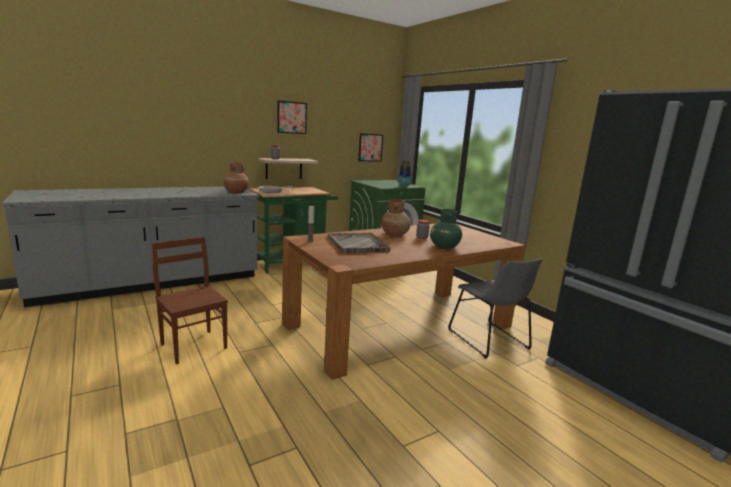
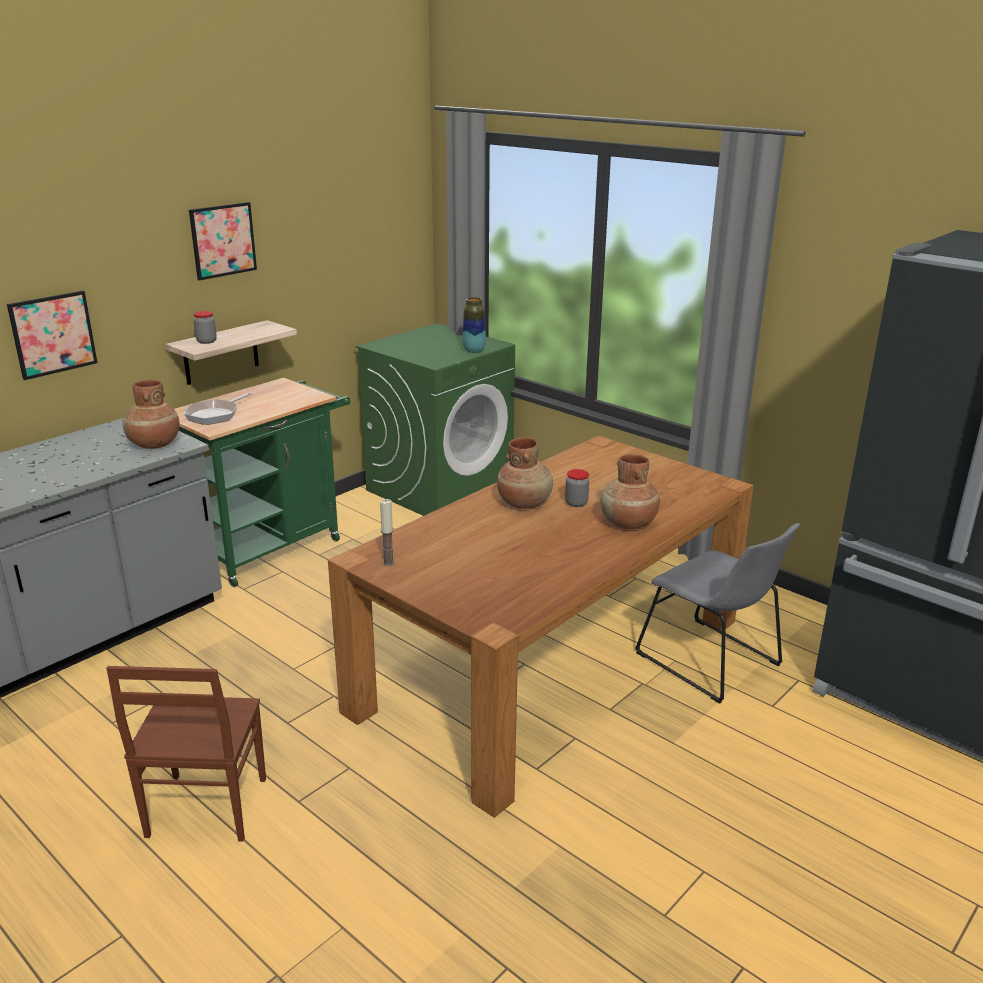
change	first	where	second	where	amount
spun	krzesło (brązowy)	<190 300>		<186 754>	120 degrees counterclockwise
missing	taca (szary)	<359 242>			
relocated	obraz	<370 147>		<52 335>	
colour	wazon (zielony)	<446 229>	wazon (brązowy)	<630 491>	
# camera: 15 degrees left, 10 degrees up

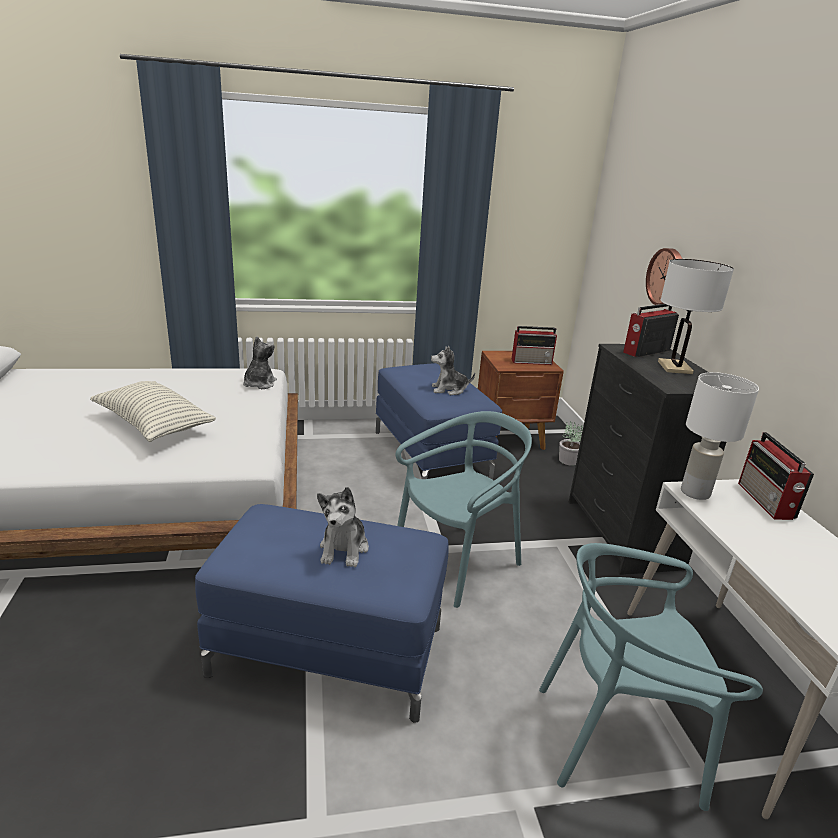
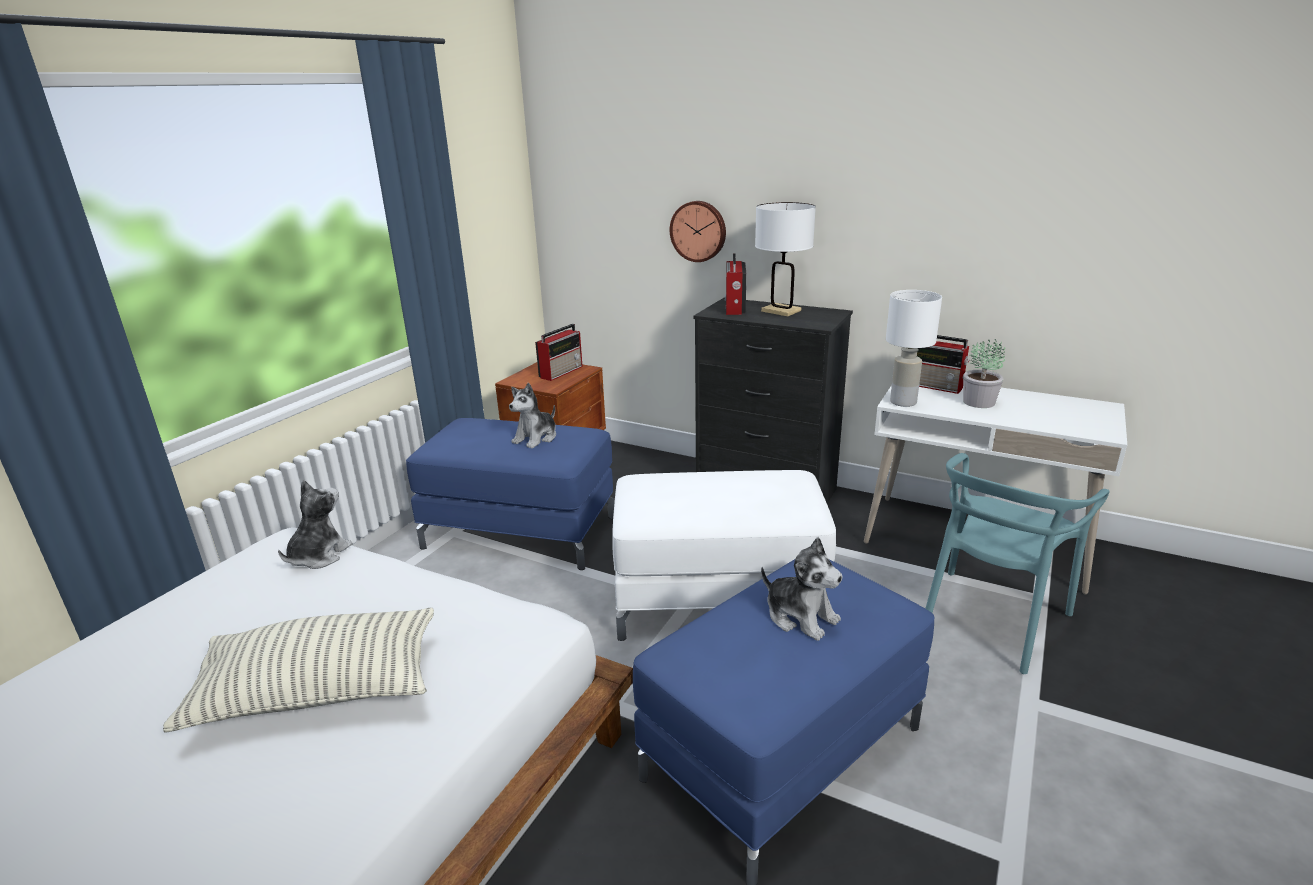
change	first	where	second	where	amount
spun	pluszak	<260 362>		<315 524>	60 degrees clockwise
exchanged	krzesło (turkusowy)	<464 509>	pufa (biały)	<724 555>	
relocated	roślina doniczkowa	<571 443>		<984 373>	
# camera: 50 degrees left, 0 degrees up

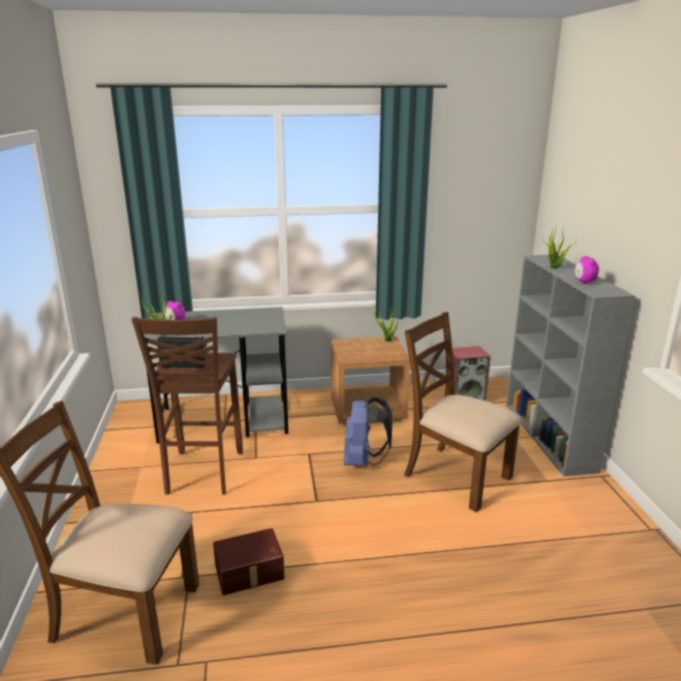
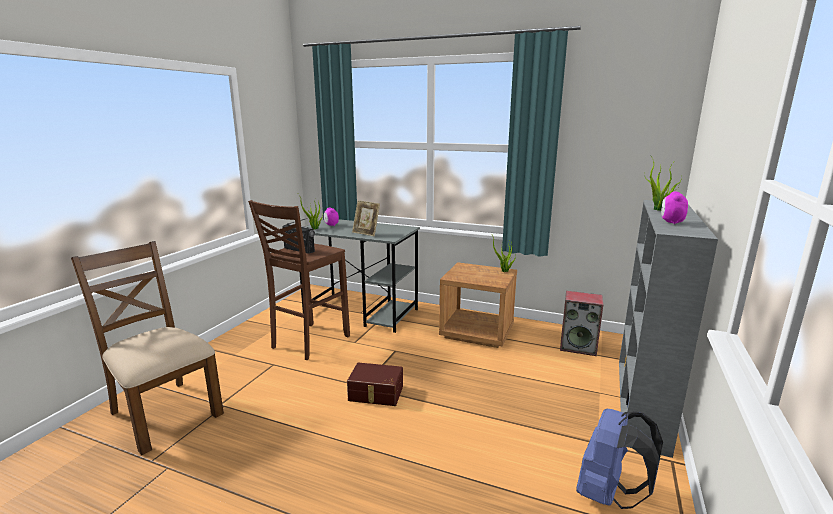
change	first	where	second	where	amount
relocated	pojemnik do przechowywania (brązowy)	<249 561>		<375 384>	
relocated	plecak (niebieski)	<368 431>		<619 459>	
missing	krzesło (brązowy)	<462 412>			
appeared			ramka na zdjęcie	<366 218>	
# camera: 30 degrees right, 5 degrees down

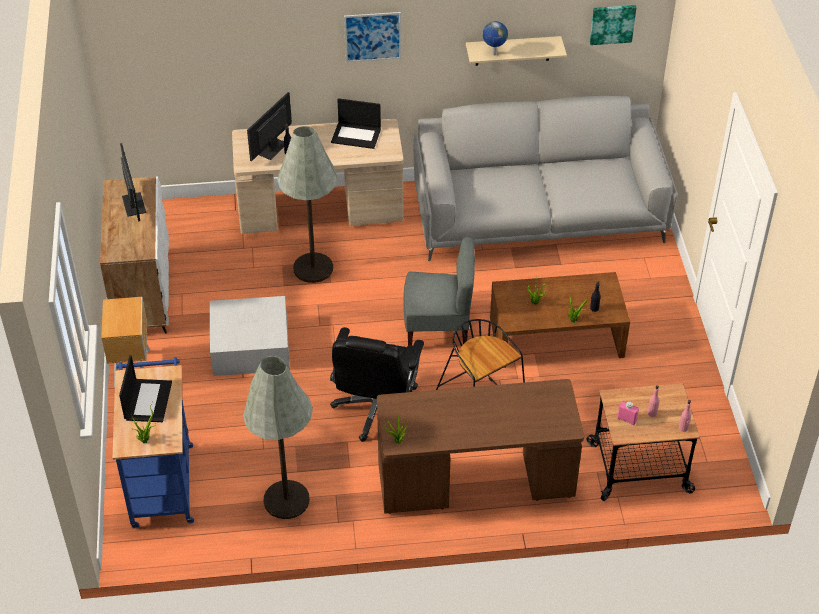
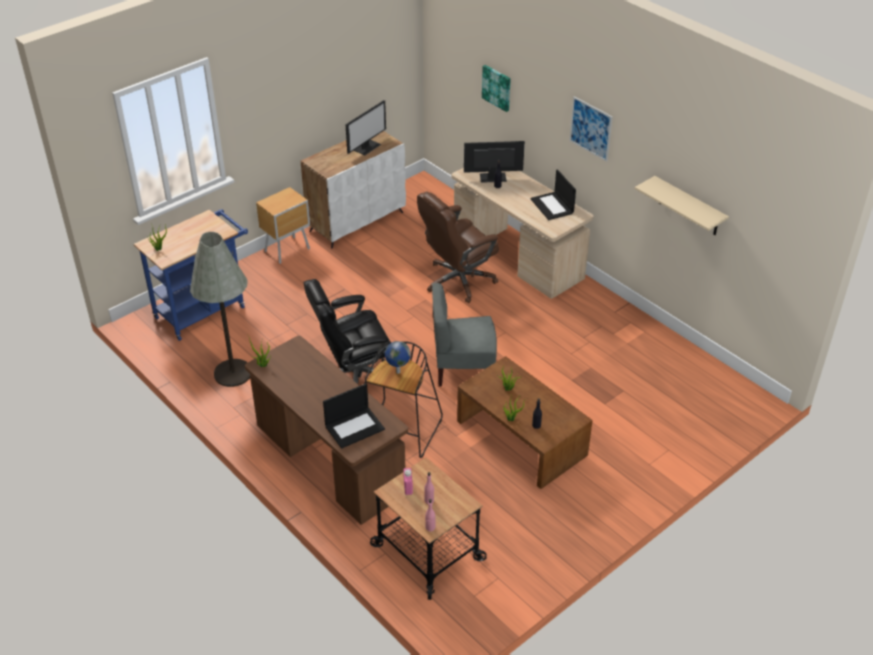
change	first	where	second	where	amount
relocated	laptop	<145 388>		<354 416>	
missing	pojemnik do przechowywania (biały)	<250 336>			
exchanged	lampa stojąca (szary)	<307 204>	krzesło biurowe (brązowy)	<458 247>	
spun	krzesło (szary)	<439 291>		<464 335>	120 degrees clockwise
missing	kanapa (szary)	<545 178>			
relocated	globus	<495 38>		<398 357>	
relocated	obraz	<613 25>		<496 88>	
# camera: 55 degrees right, 5 degrees down

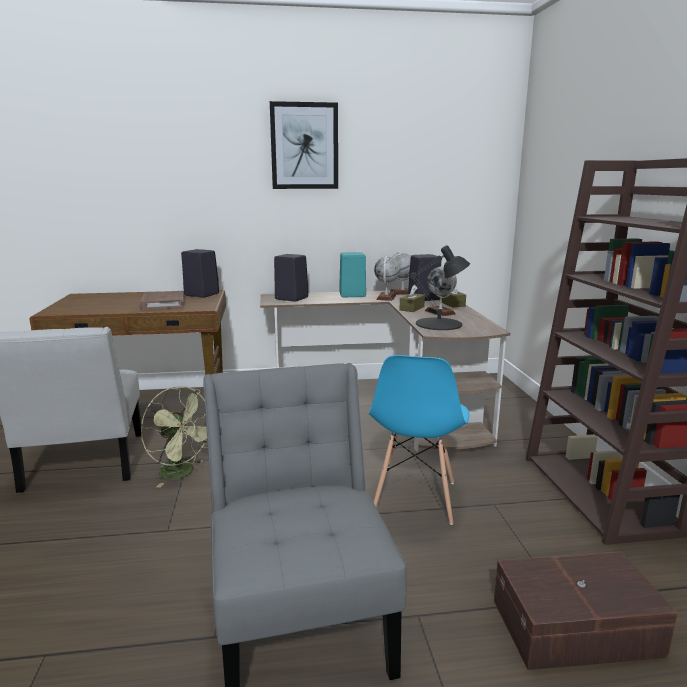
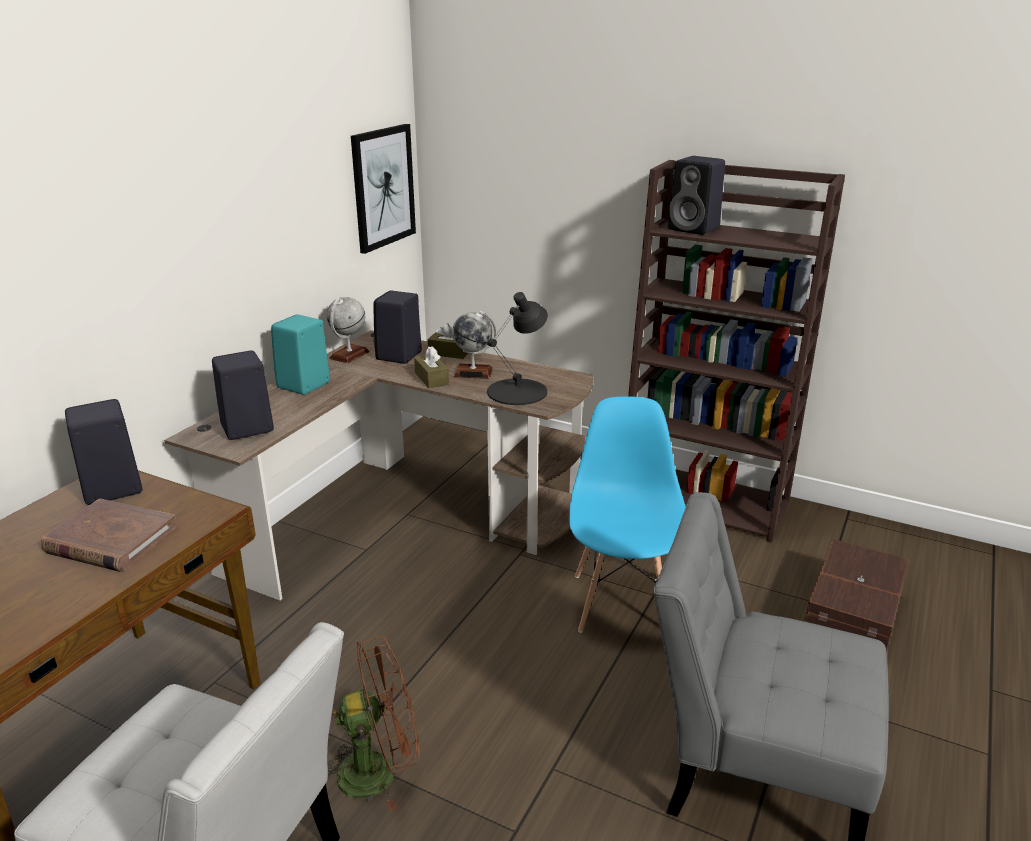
change	first	where	second	where	amount
colour	wentylator (zielony)	<174 437>	wentylator (brązowy)	<373 724>	
relocated	obraz	<304 145>		<383 189>	
spun	krzesło (niebieski)	<419 440>		<627 514>	135 degrees counterclockwise
missing	globus	<387 278>			
appeared			głośnik (czarny)	<696 195>	
# camera: 55 degrees left, 10 degrees up

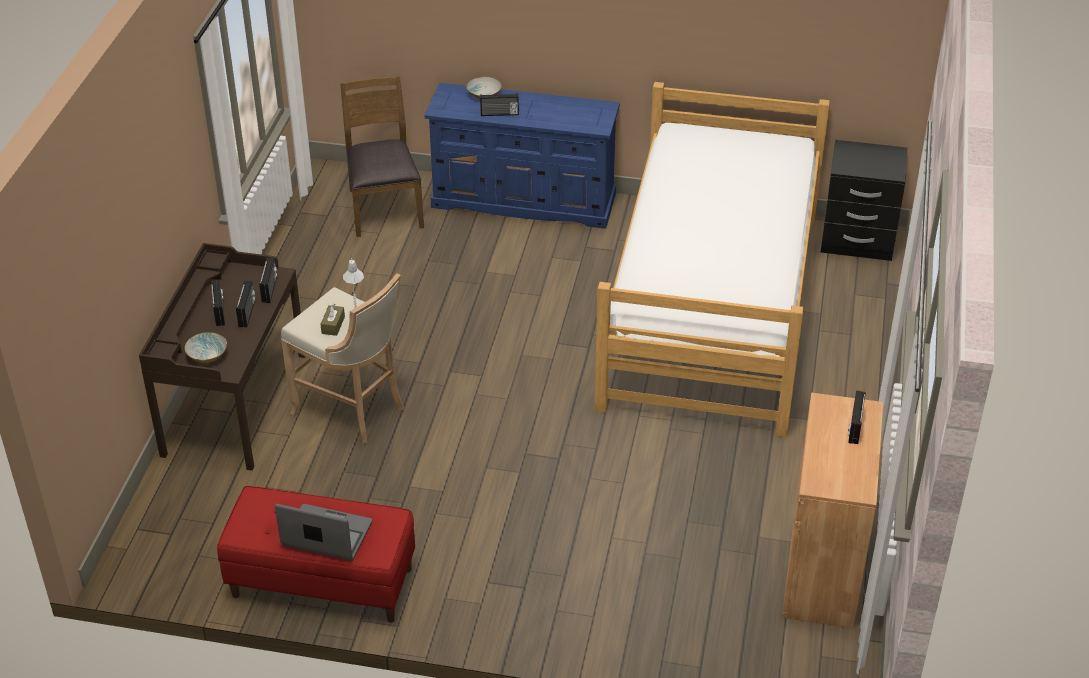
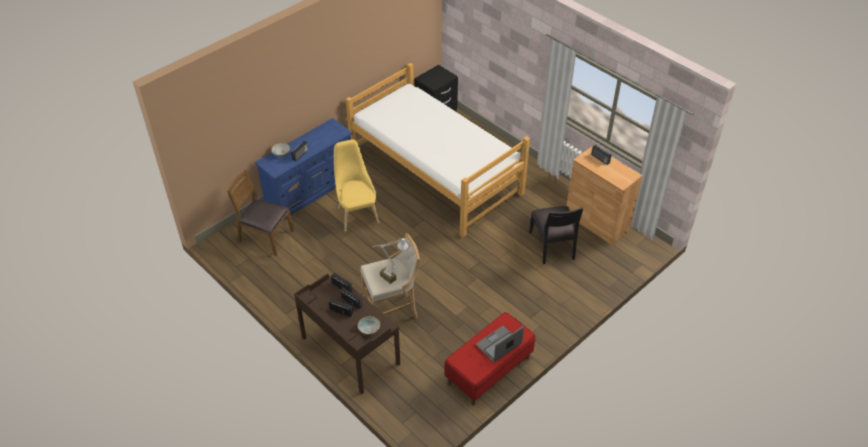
change	first	where	second	where	amount
appeared			krzesło (żółty)	<357 185>	
appeared			krzesło (czarny)	<556 235>	
# camera: 55 degrees left, 5 degrees up

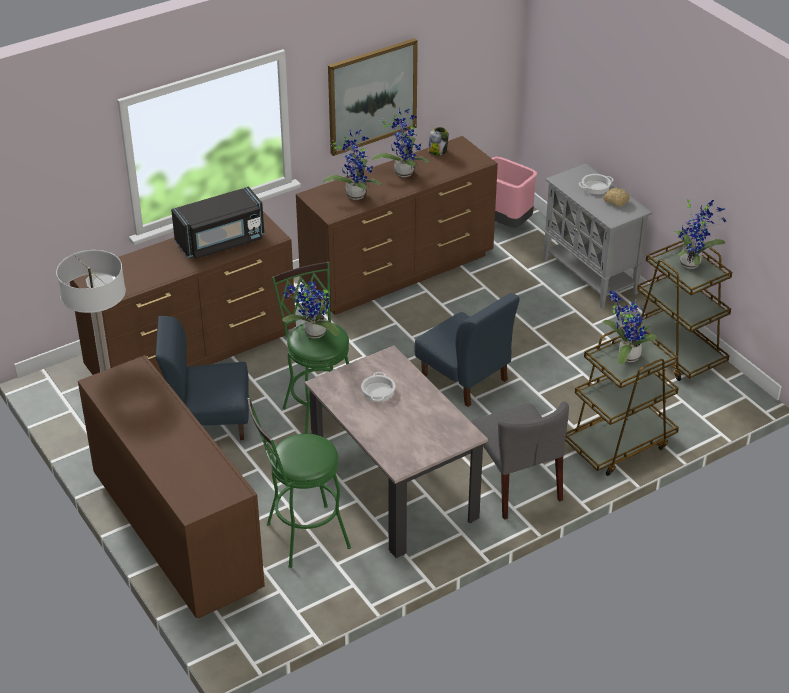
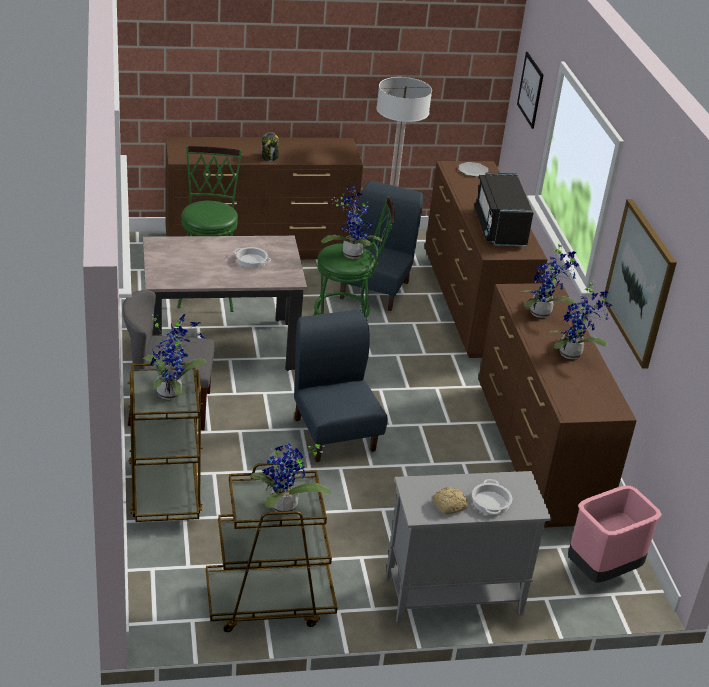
change	first	where	second	where	amount
spun	krzesło (niebieski)	<467 350>		<340 385>	90 degrees clockwise
relocated	słoik	<438 141>		<270 146>	
appeared			obraz	<530 90>	
# camera: 110 degrees right, 5 degrees down

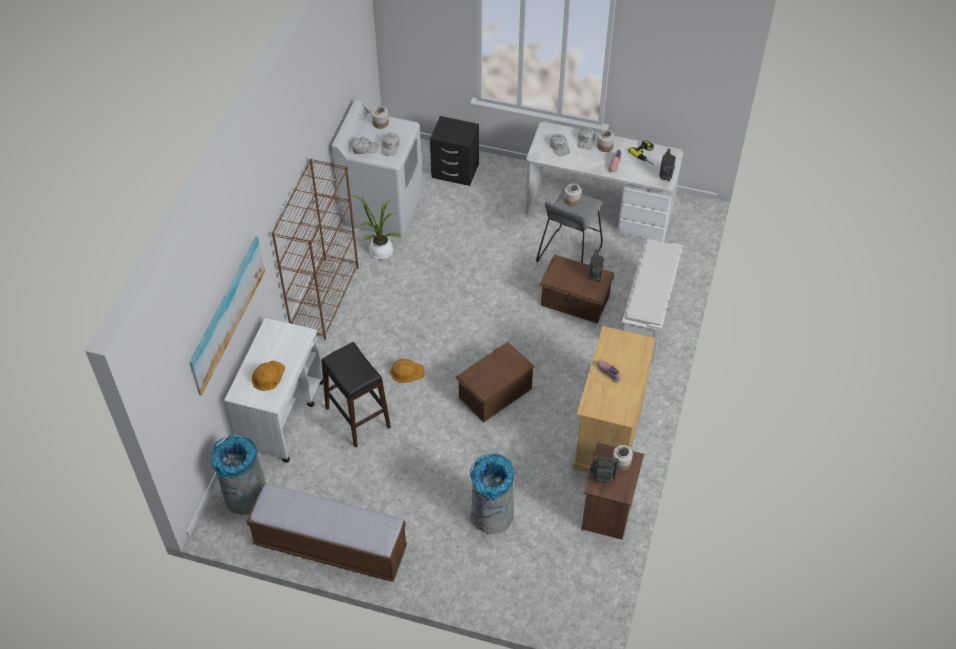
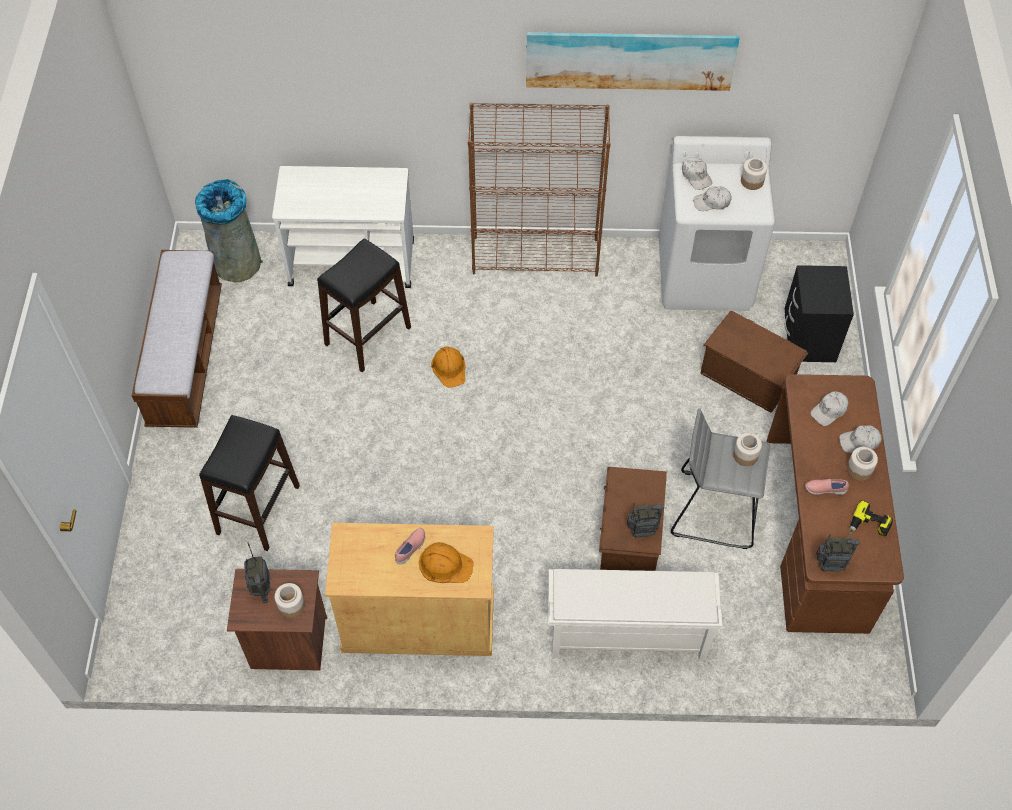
change	first	where	second	where	amount
relocated	obraz	<227 316>		<633 62>	
relocated	kask (pomarańczowy)	<268 375>		<446 562>	
missing	roślina doniczkowa	<376 227>			
relocated	pojemnik do przechowywania (brązowy)	<495 382>		<754 361>	
exchanged	kosz na śmieci (szary)	<492 494>	stołek (czarny)	<249 483>	
colour	biurko (biały)	<603 182>	biurko (brązowy)	<835 504>	
# camera: 75 degrees right, 5 degrees up

